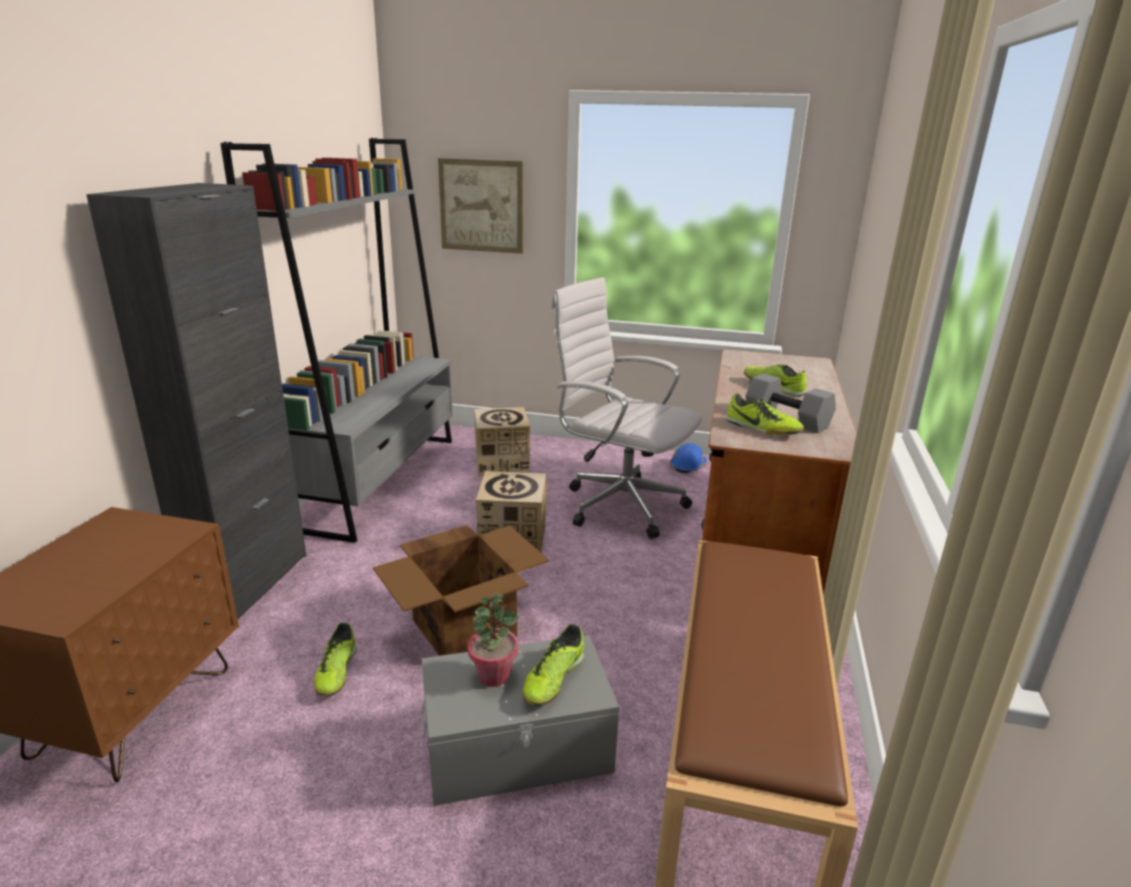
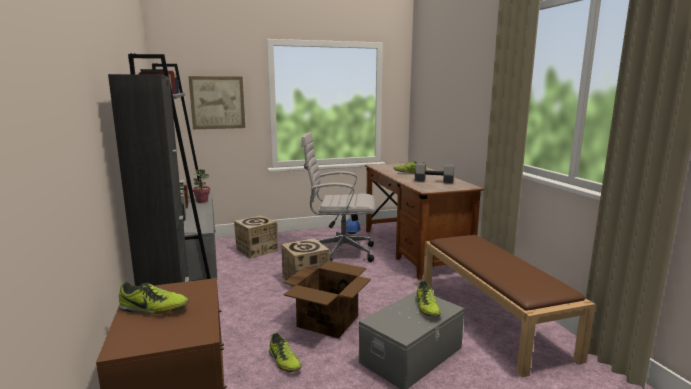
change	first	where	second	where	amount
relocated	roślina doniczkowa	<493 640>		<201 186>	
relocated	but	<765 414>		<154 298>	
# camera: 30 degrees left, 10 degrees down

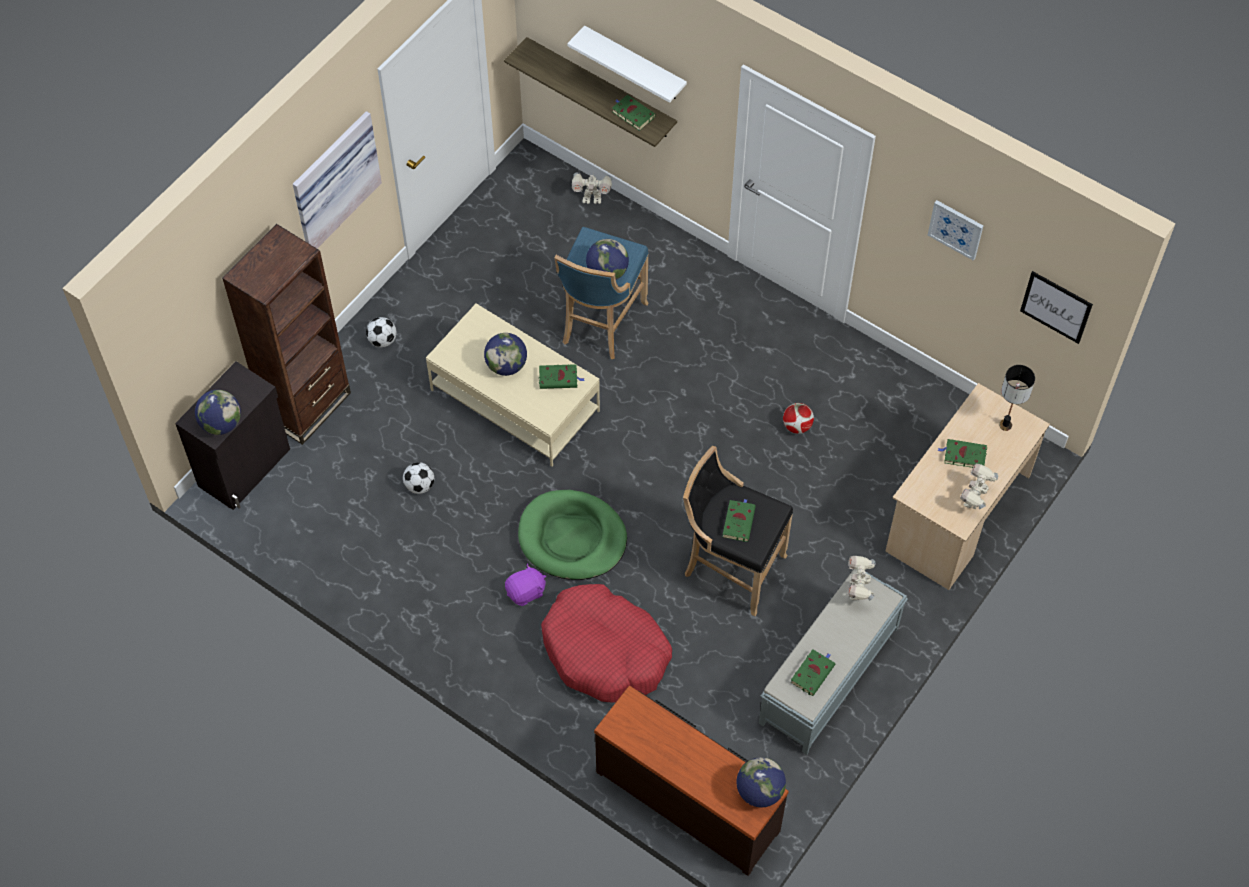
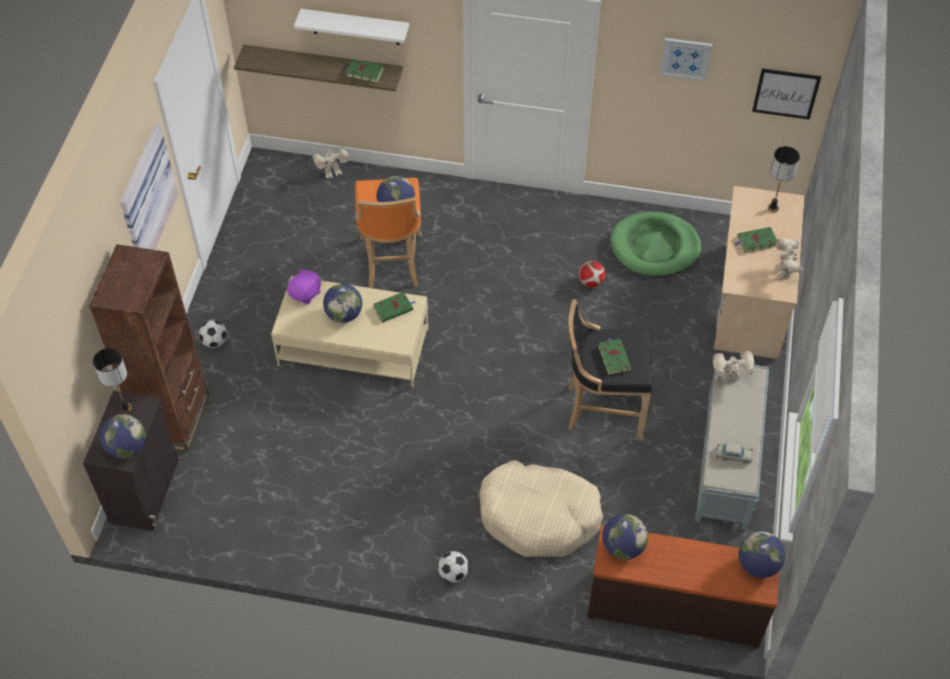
change	first	where	second	where	amount
relocated	piłka futbolowa	<418 478>		<453 567>	
relocated	pluszak (fioletowy)	<525 584>		<304 286>	
relocated	legowisko (zielony)	<572 535>		<655 244>	
colour	legowisko (czerwony)	<606 643>	legowisko (beżowy)	<541 508>	
colour	stołek (niebieski)	<601 293>	stołek (pomarańczowy)	<388 233>	
exchanged	książka (zielony)	<812 672>	samochodzik (beżowy)	<734 453>	
spun	robot zabawkowy	<861 578>		<734 366>	105 degrees clockwise
appeared			lampa stołowa	<112 381>	
appeared			globus	<625 537>	
# camera: 25 degrees left, 5 degrees down

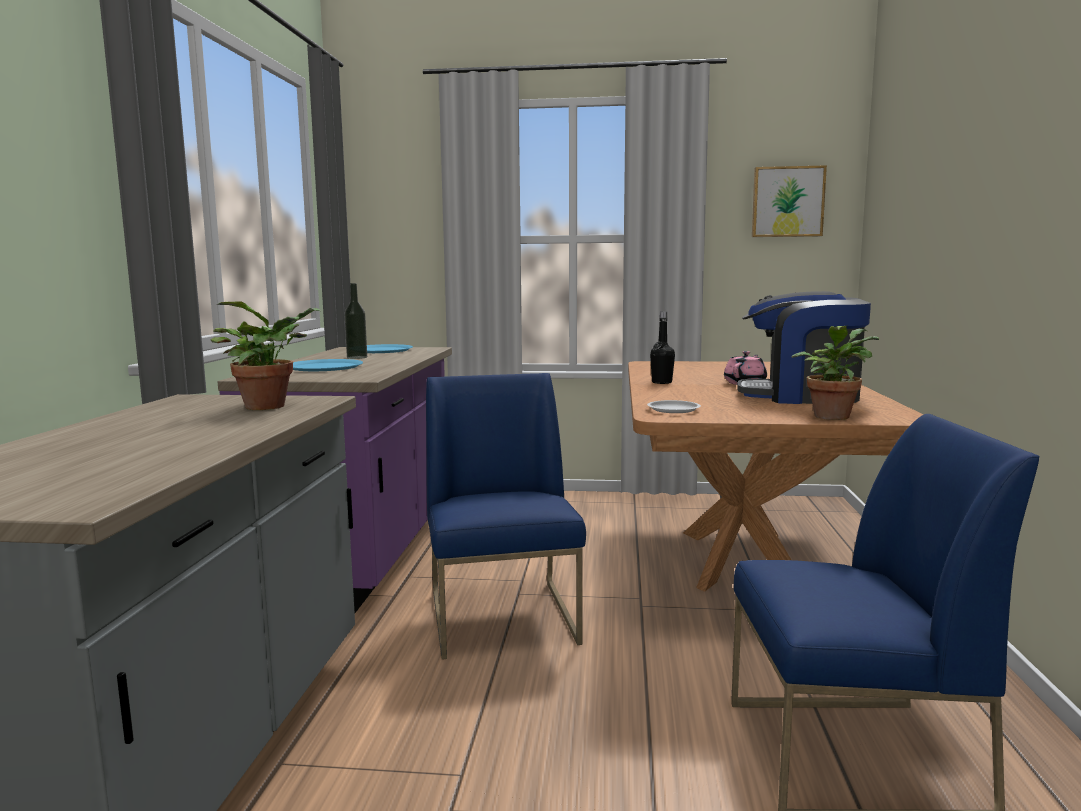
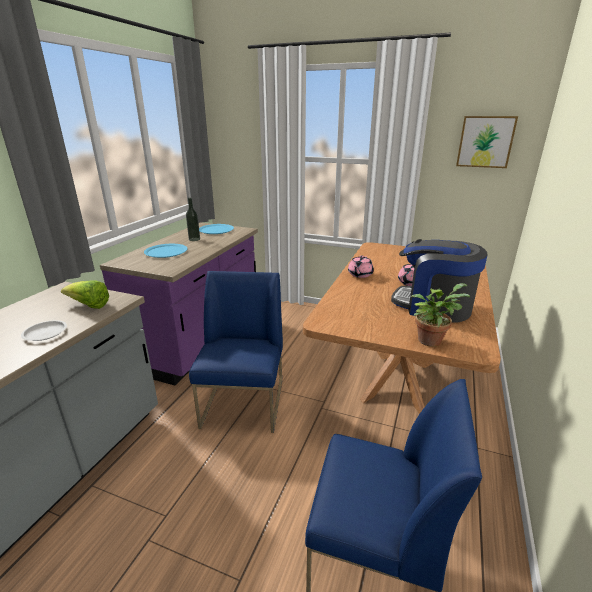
change	first	where	second	where	amount
exchanged	roślina doniczkowa	<265 355>	sałata	<85 294>	
relocated	talerz (biały)	<674 406>		<44 330>	
exchanged	butelka (czarny)	<662 347>	imbryk (różowy)	<361 266>	
# camera: 15 degrees right, 15 degrees up

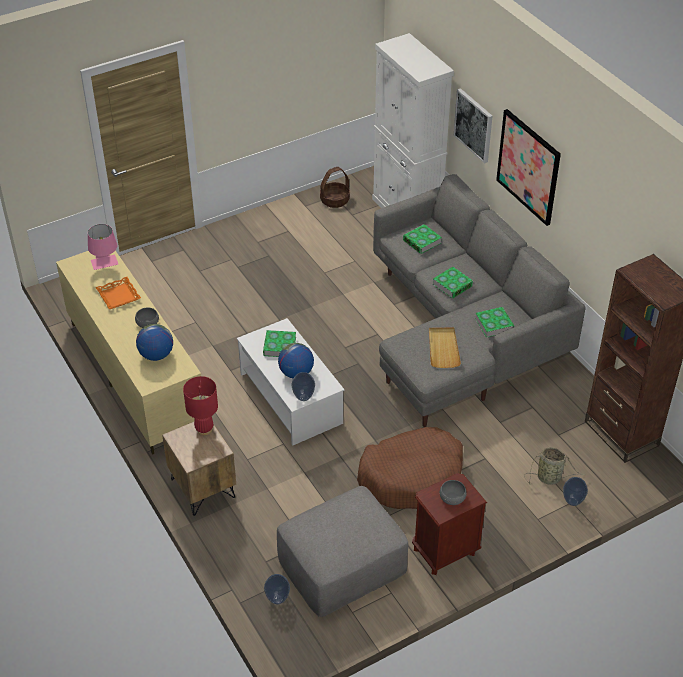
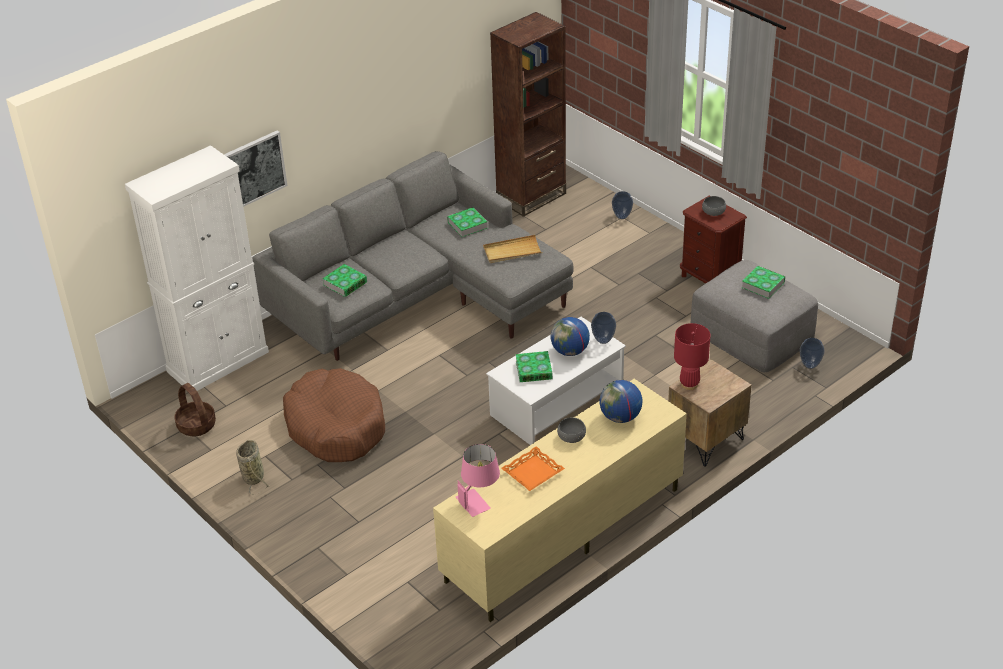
change	first	where	second	where	amount
relocated	legowisko (brązowy)	<410 468>		<334 415>	
relocated	książka	<453 282>		<763 282>	
missing	obraz	<528 167>			
relocated	koszyk	<555 465>		<252 467>	
# camera: 100 degrees left, 5 degrees down

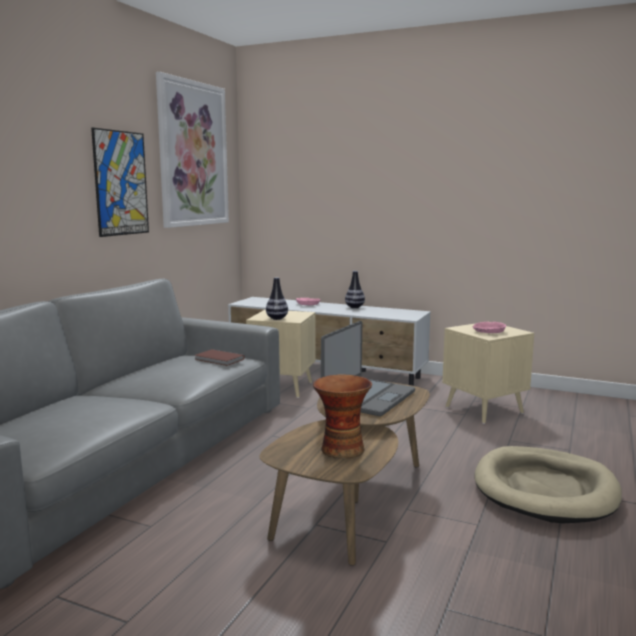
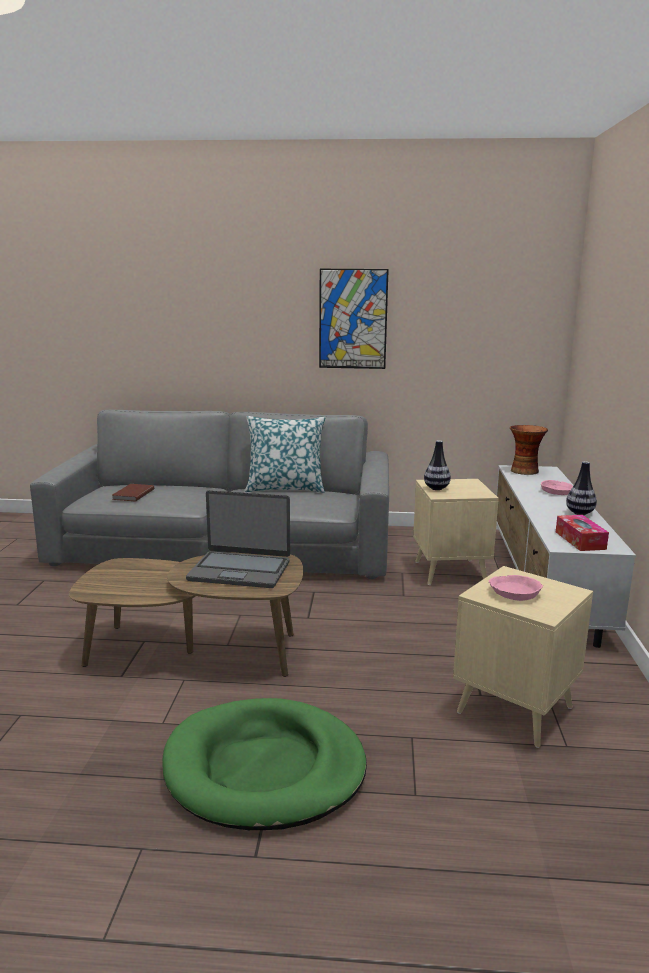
change	first	where	second	where	amount
missing	obraz	<192 150>			
relocated	książka (brązowy)	<220 357>		<133 493>	
relocated	wazon	<342 416>		<529 450>	
colour	legowisko (beżowy)	<548 484>	legowisko (zielony)	<264 764>	
appeared			poduszka	<285 454>	
appeared			pudełko chusteczek	<582 533>	
# camera: 70 degrees right, 5 degrees up

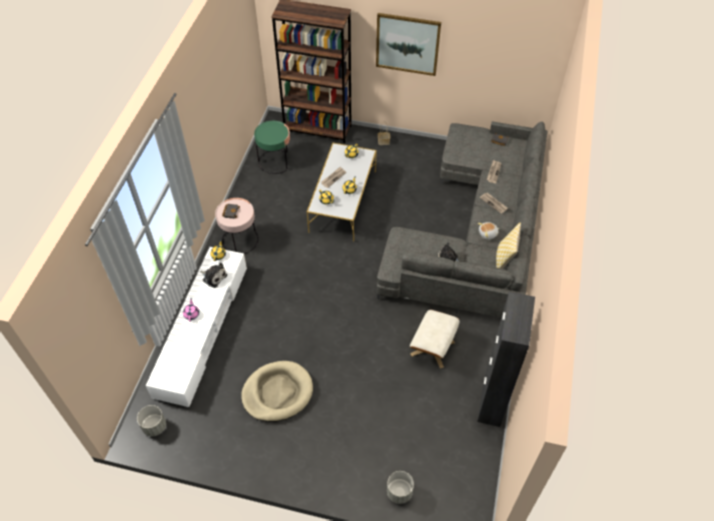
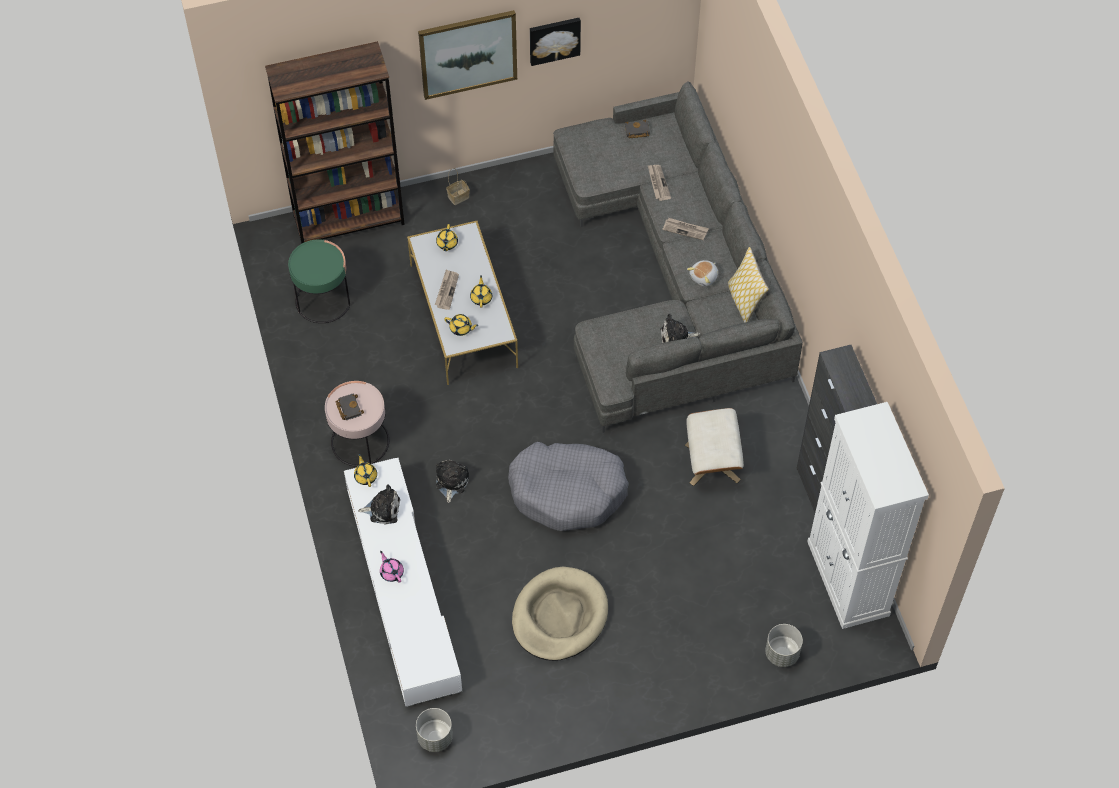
change	first	where	second	where	amount
appeared			pluszak	<452 481>	
appeared			legowisko (szary)	<568 486>	
appeared			obraz	<555 42>	
appeared			szafka (biały)	<868 515>	
# camera: 30 degrees left, 5 degrees up

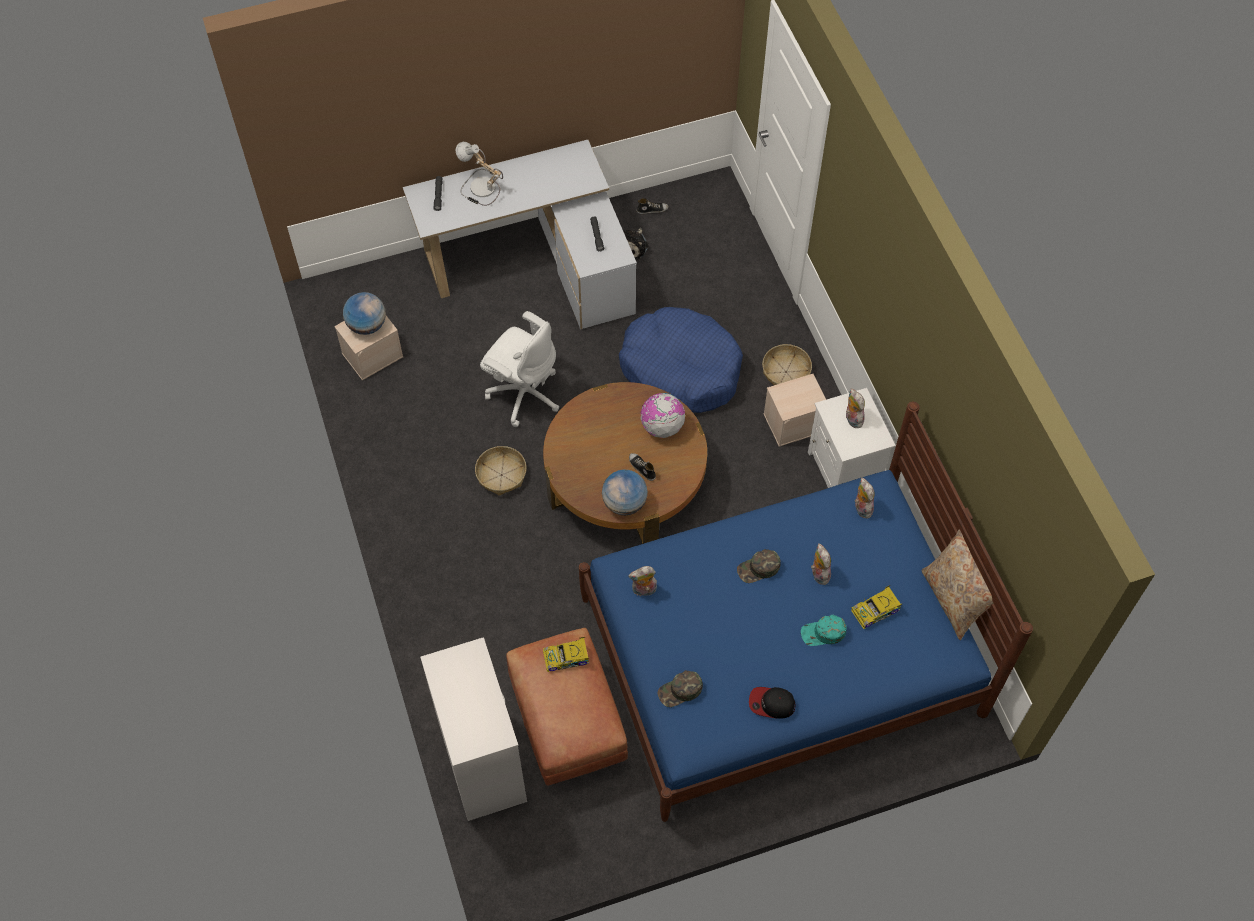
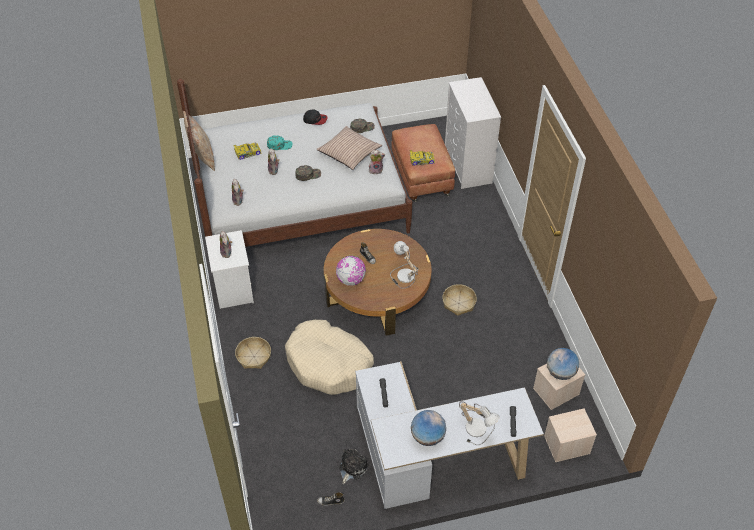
change	first	where	second	where	amount
missing	krzesło biurowe (biały)	<520 369>			
colour	łóżko (niebieski)	<806 612>	łóżko (biały)	<294 163>	
relocated	globus	<625 492>		<428 428>	
colour	legowisko (niebieski)	<681 360>	legowisko (beżowy)	<329 357>	
relocated	pojemnik do przechowywania (beżowy)	<794 410>		<570 435>	
appeared			poduszka	<349 148>	
appeared			lampa stołowa	<404 265>	
# camera: 175 degrees left, 10 degrees down

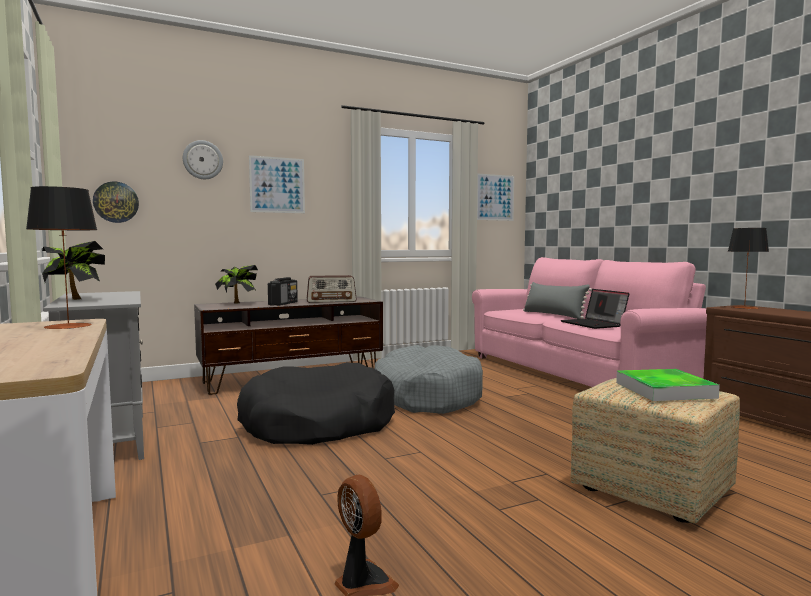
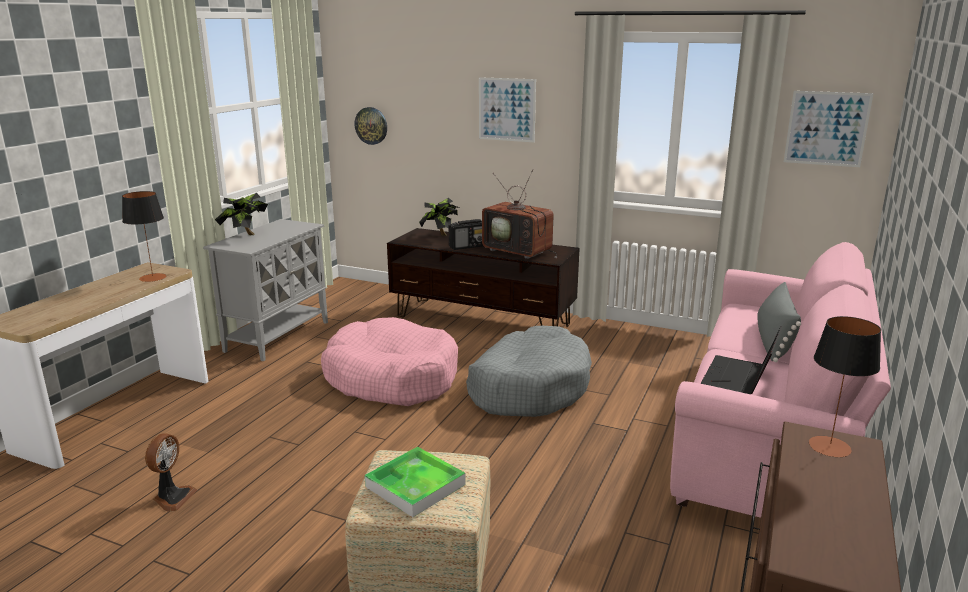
change	first	where	second	where	amount
missing	zegar ścienny	<203 159>			
colour	legowisko (czarny)	<316 403>	legowisko (różowy)	<389 361>	
exchanged	radio	<332 289>	telewizor	<519 214>	
# camera: 50 degrees right, 15 degrees up

